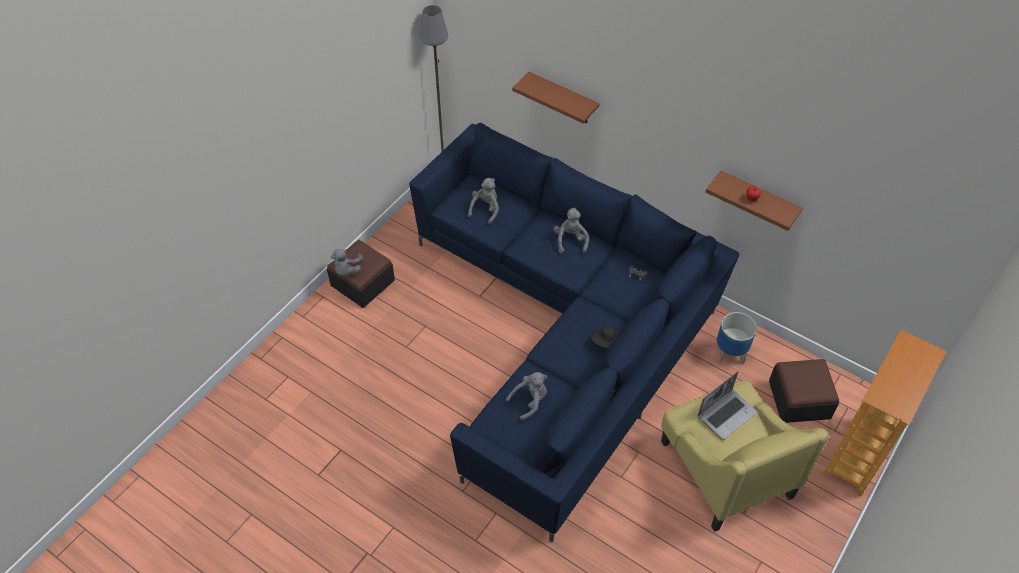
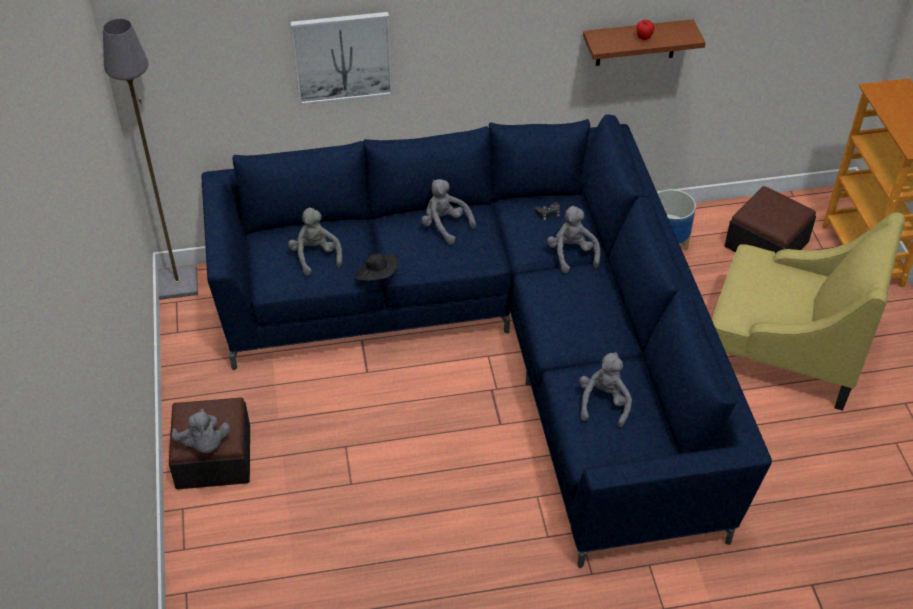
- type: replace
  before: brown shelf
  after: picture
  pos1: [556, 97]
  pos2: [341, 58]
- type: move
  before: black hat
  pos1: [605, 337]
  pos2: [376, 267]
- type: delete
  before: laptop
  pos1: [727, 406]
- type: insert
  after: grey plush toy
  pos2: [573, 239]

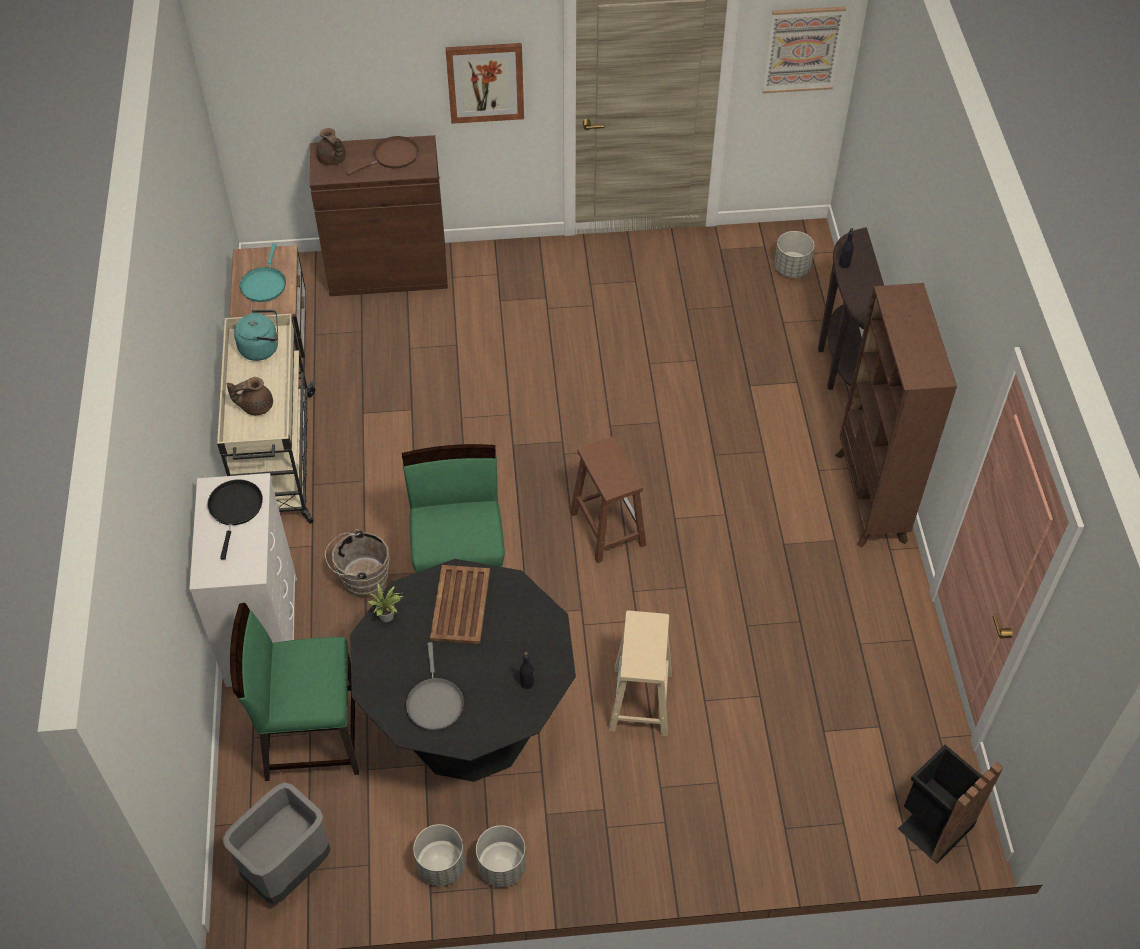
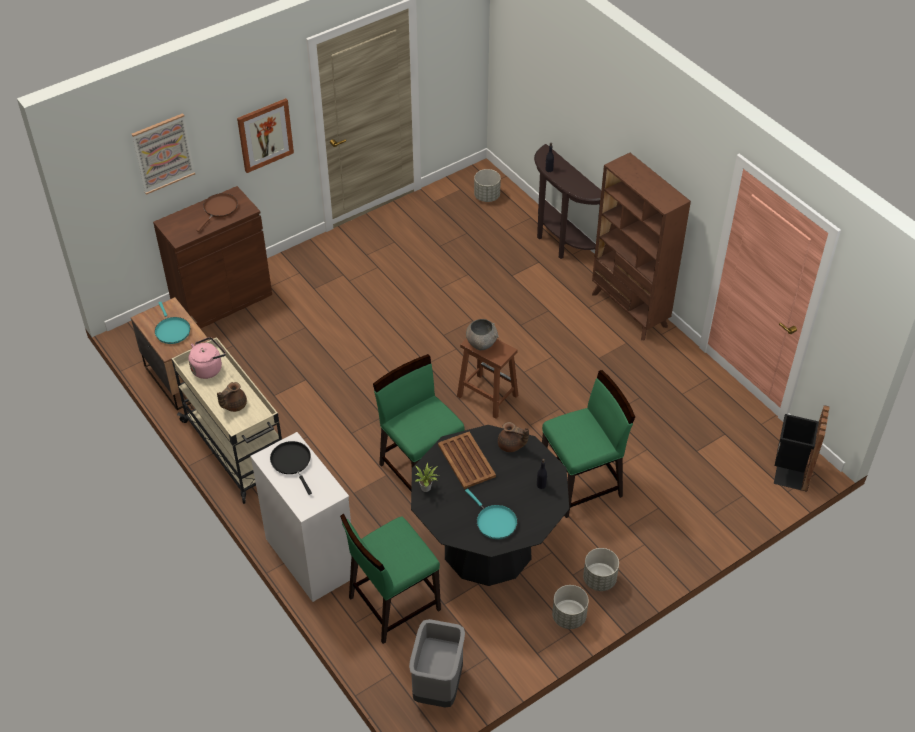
- type: move
  before: picture
  pos1: [804, 49]
  pos2: [163, 154]
- type: move
  before: brown teapot
  pos1: [331, 146]
  pos2: [513, 437]
- type: recolor
  before: turquoise kettle
  after: pink kettle
  pos1: [256, 335]
  pos2: [207, 358]
- type: delete
  before: brown bucket
  pos1: [357, 563]
- type: replace
  before: beige stool
  after: green chair
  pos1: [640, 673]
  pos2: [588, 444]
- type: recolor
  before: grey frying pan
  after: turquoise frying pan
  pos1: [435, 686]
  pos2: [491, 514]
- type: move
  before: grey planter
  pos1: [439, 855]
  pos2: [601, 569]
- type: insert
  after: grey bowl
  pos2: [482, 334]

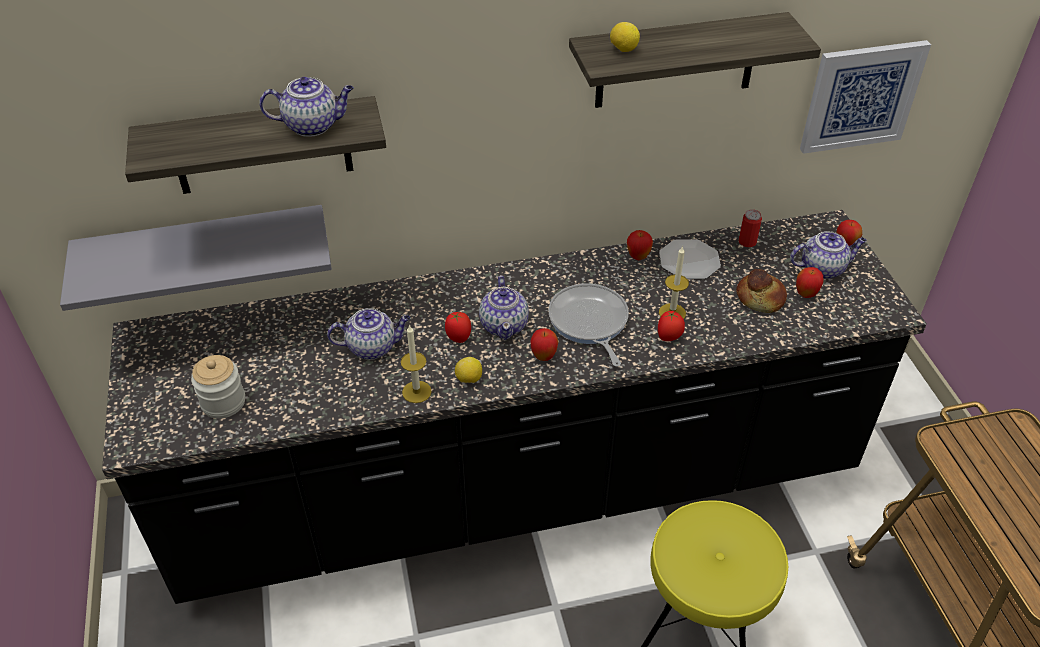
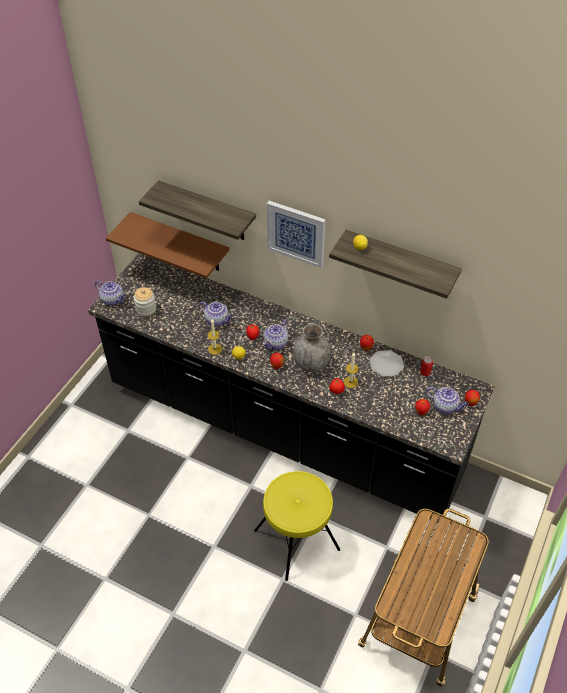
- type: move
  before: picture
  pos1: [865, 97]
  pos2: [296, 234]
- type: move
  before: teapot
  pos1: [306, 107]
  pos2: [110, 293]
- type: recolor
  before: grey shelf
  after: brown shelf
  pos1: [196, 258]
  pos2: [167, 245]
- type: delete
  before: bread
  pos1: [761, 291]
- type: replace
  before: frying pan
  after: grey vase
  pos1: [589, 325]
  pos2: [312, 348]

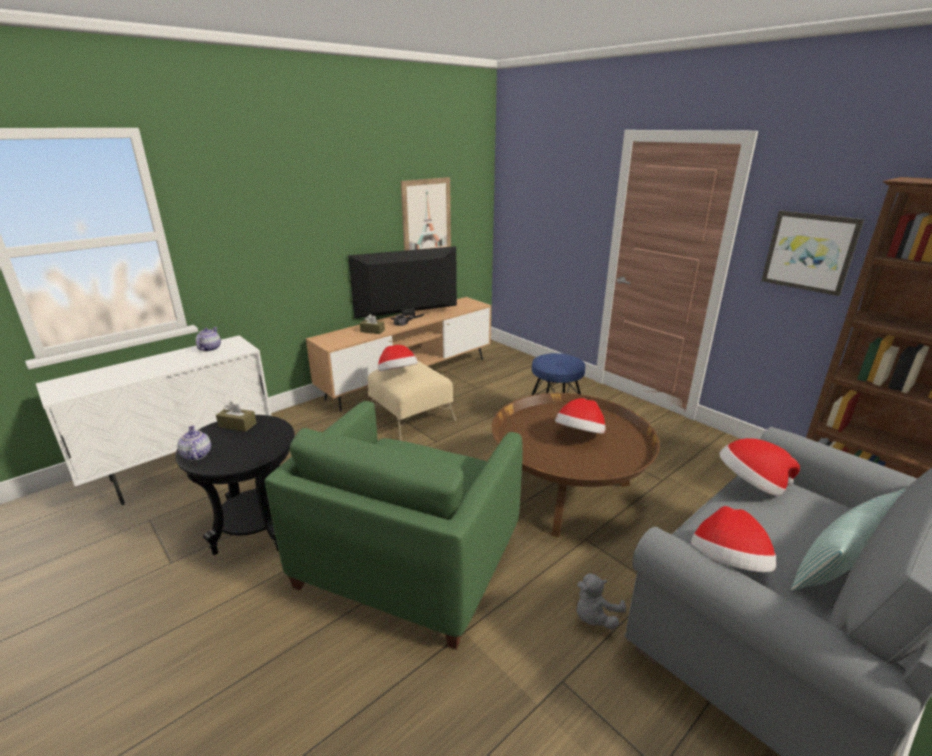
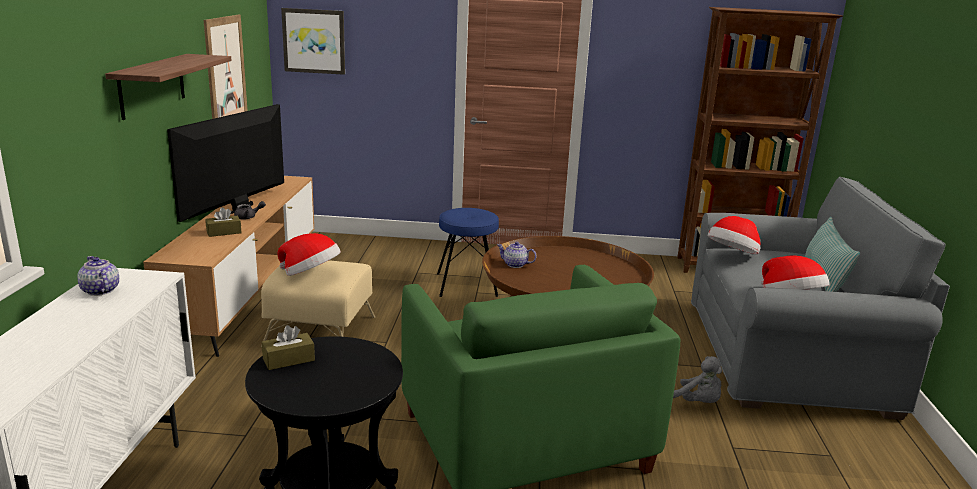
- type: move
  before: picture
  pos1: [812, 253]
  pos2: [313, 41]
- type: delete
  before: hat
  pos1: [580, 416]
- type: move
  before: teapot
  pos1: [194, 443]
  pos2: [516, 255]
- type: rotate
  before: grey plush toy
  pos1: [601, 601]
  pos2: [697, 379]
  turn: -45
- type: insert
  after: shelf
  pos2: [168, 87]

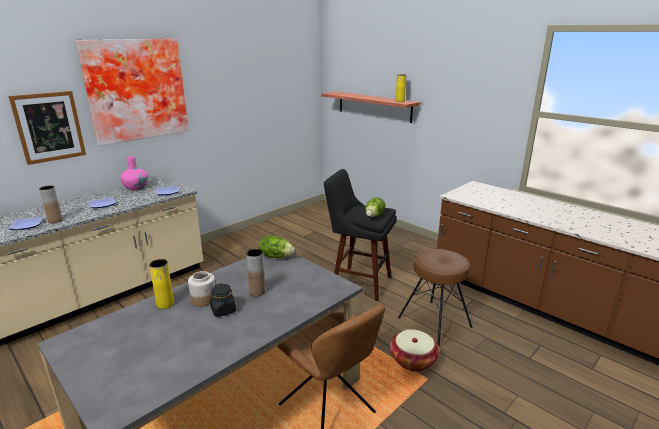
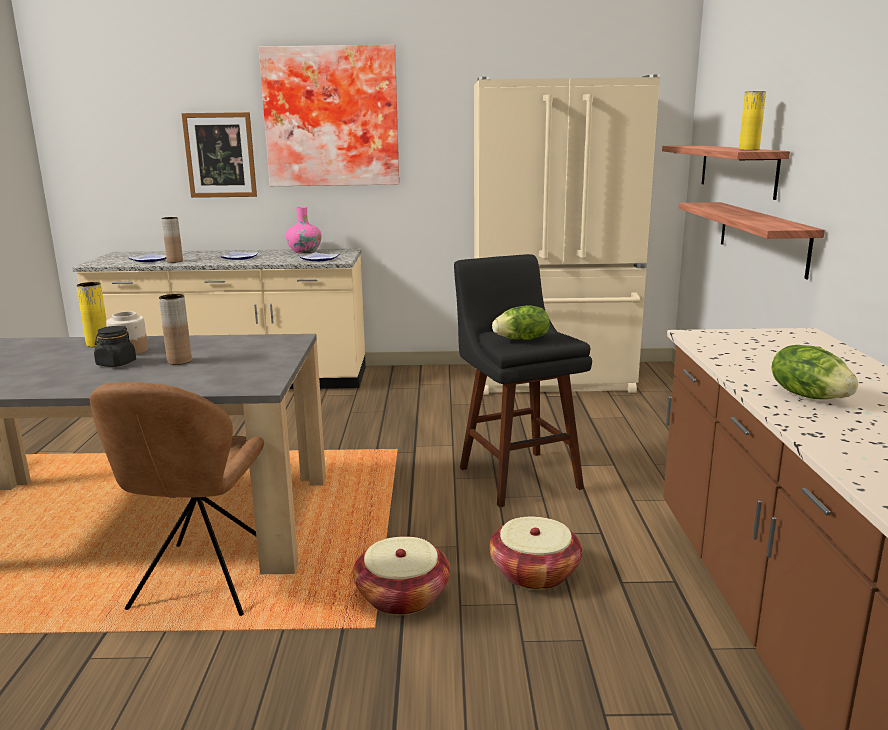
- type: move
  before: lettuce
  pos1: [277, 247]
  pos2: [814, 372]
- type: replace
  before: brown stool
  after: basket
  pos1: [435, 297]
  pos2: [535, 553]
- type: insert
  after: beige fridge
  pos2: [567, 234]
- type: insert
  after: shelf
  pos2: [751, 241]

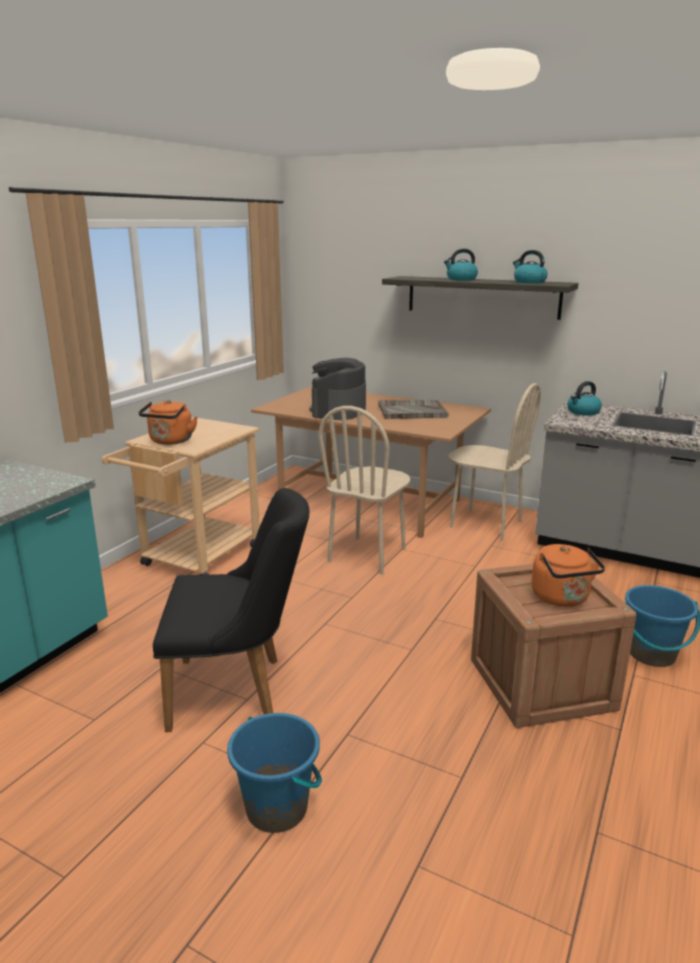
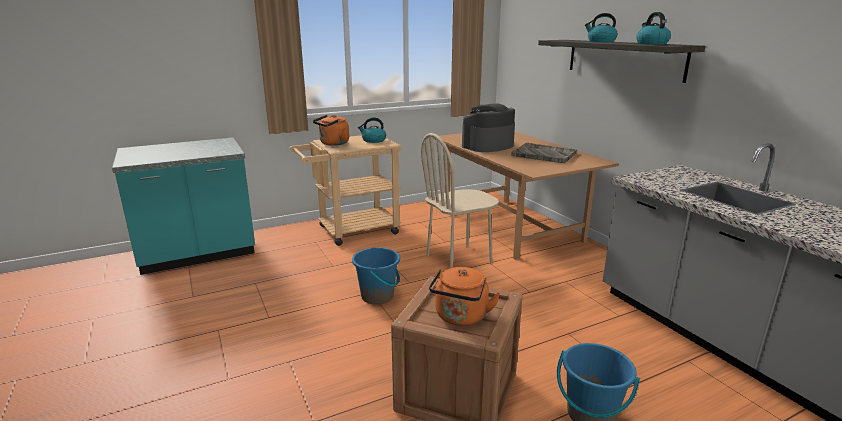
- type: move
  before: kettle
  pos1: [584, 398]
  pos2: [372, 130]
- type: delete
  before: beige chair
  pos1: [494, 462]
- type: delete
  before: black chair
  pos1: [231, 610]
- type: move
  before: blue bucket
  pos1: [274, 773]
  pos2: [376, 276]

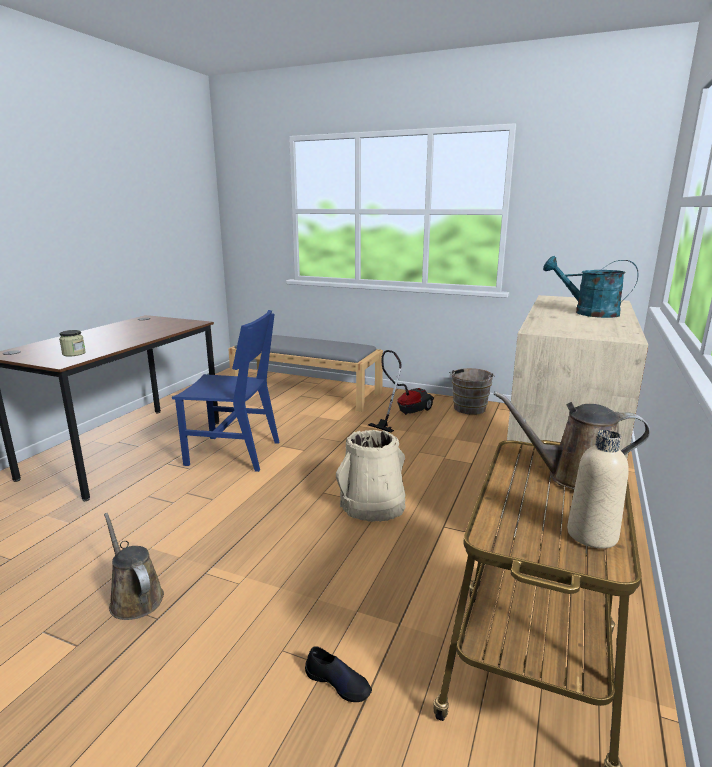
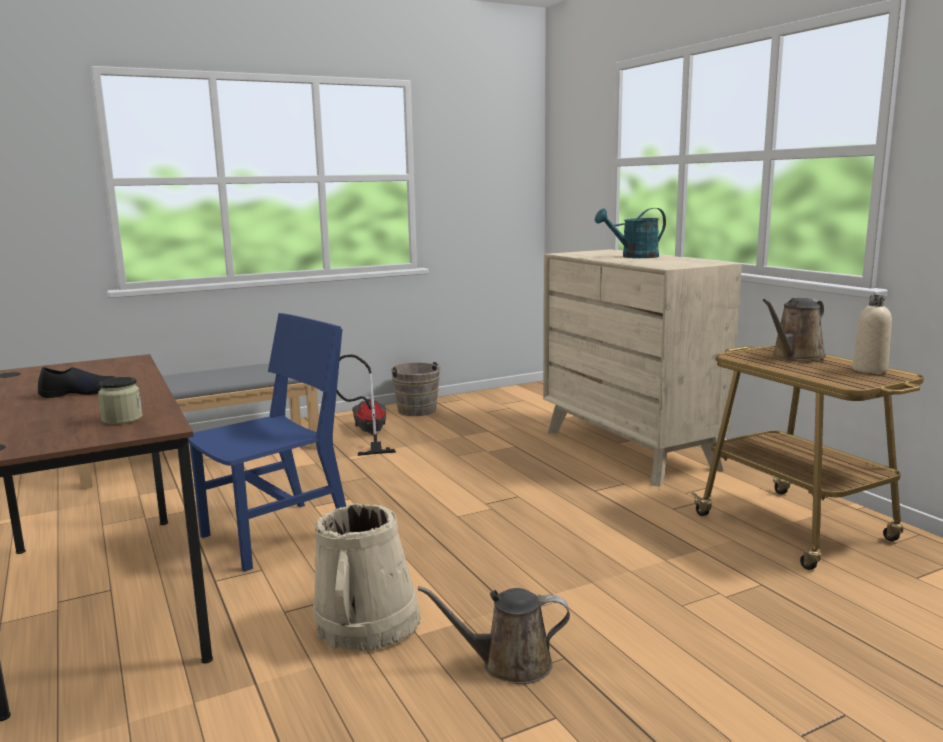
- type: move
  before: beige bucket
  pos1: [371, 476]
  pos2: [367, 577]
- type: move
  before: black shoe
  pos1: [338, 674]
  pos2: [76, 382]

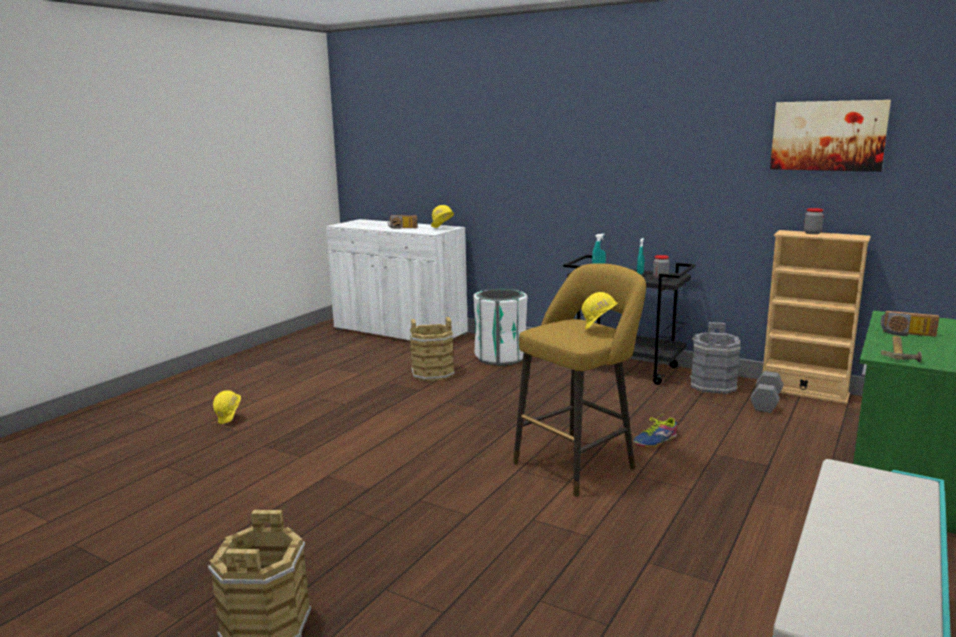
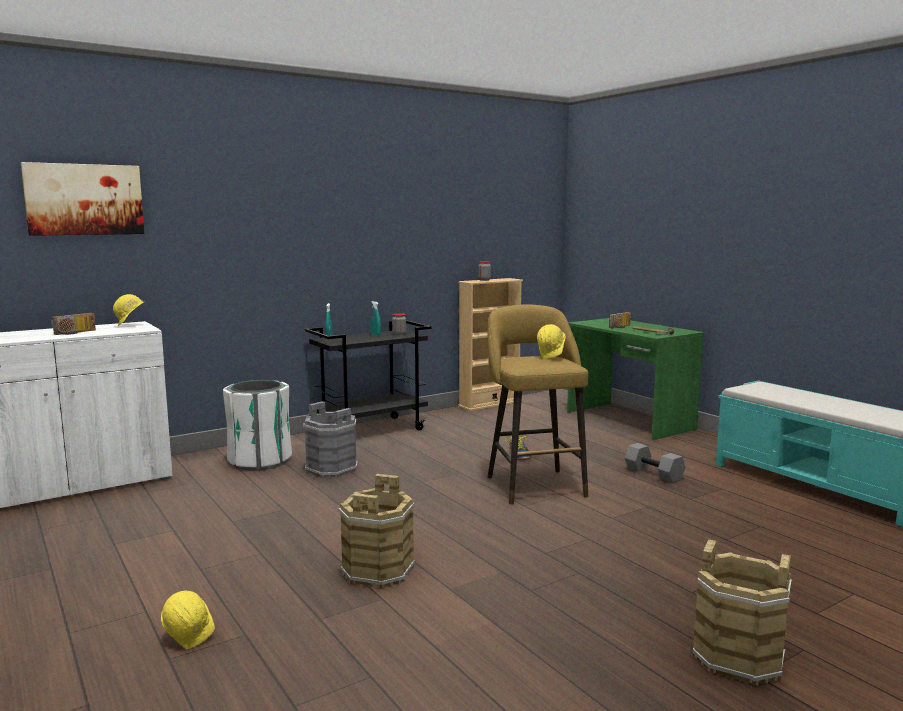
- type: move
  before: picture
  pos1: [830, 136]
  pos2: [82, 199]
- type: move
  before: brown bucket
  pos1: [431, 349]
  pos2: [377, 531]
- type: move
  before: grey bucket
  pos1: [715, 358]
  pos2: [330, 439]
- type: move
  before: grey dumbbell
  pos1: [767, 392]
  pos2: [655, 463]

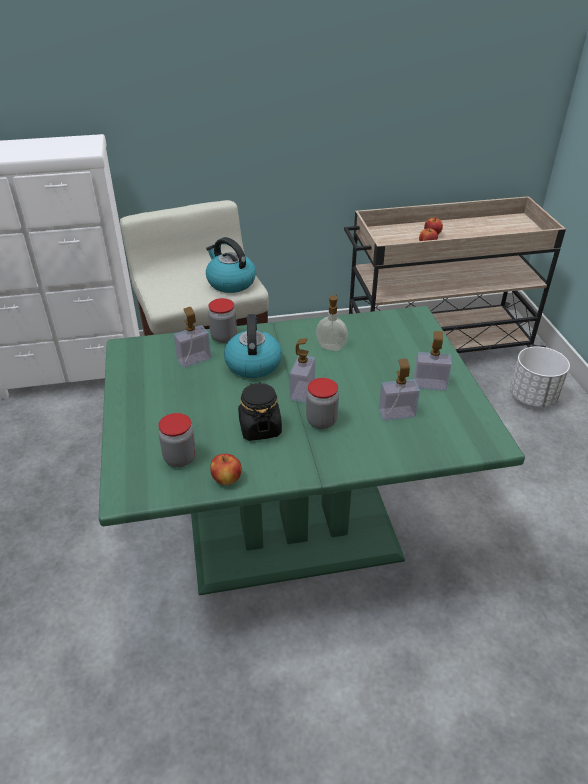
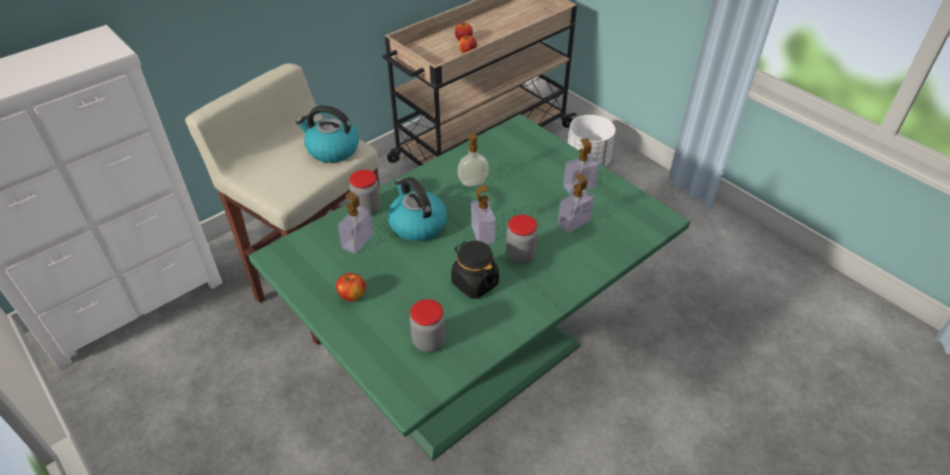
- type: move
  before: apple
  pos1: [226, 469]
  pos2: [351, 287]

